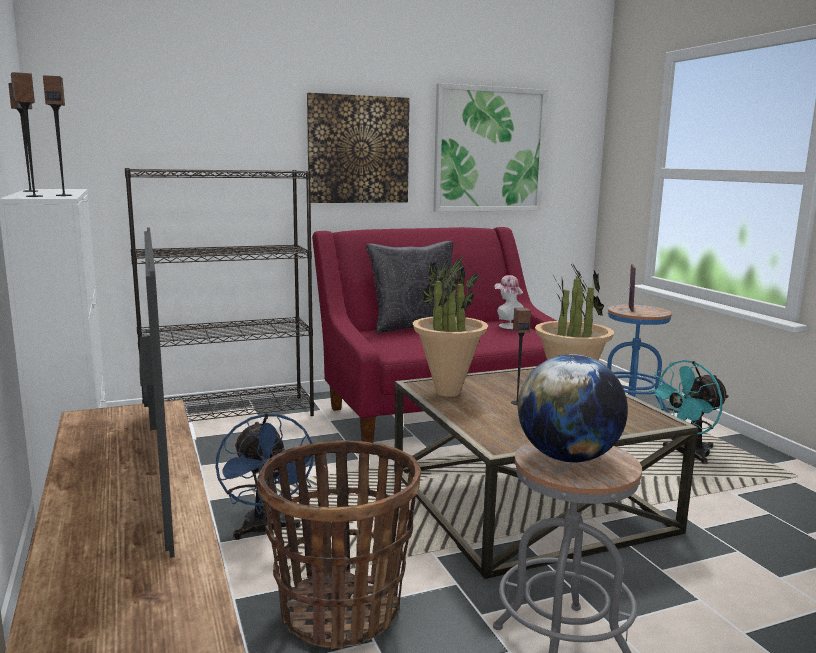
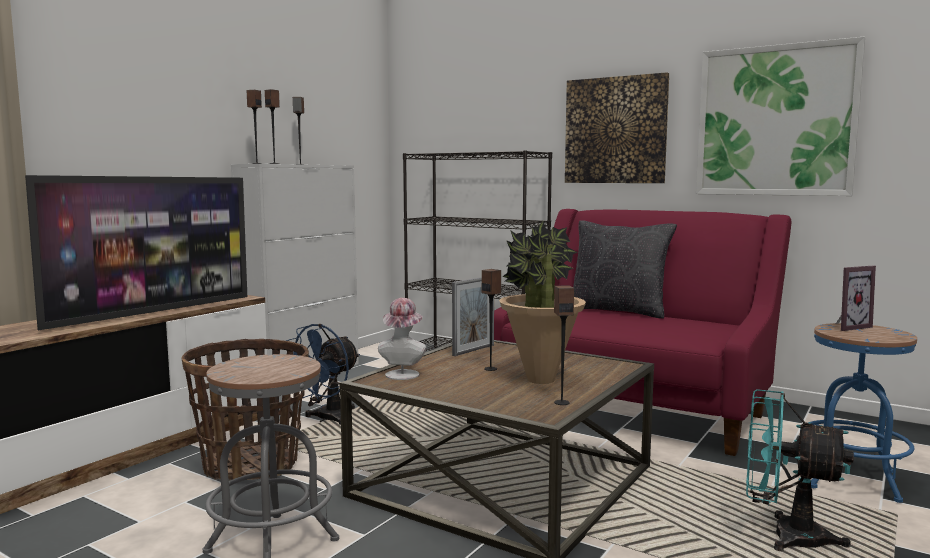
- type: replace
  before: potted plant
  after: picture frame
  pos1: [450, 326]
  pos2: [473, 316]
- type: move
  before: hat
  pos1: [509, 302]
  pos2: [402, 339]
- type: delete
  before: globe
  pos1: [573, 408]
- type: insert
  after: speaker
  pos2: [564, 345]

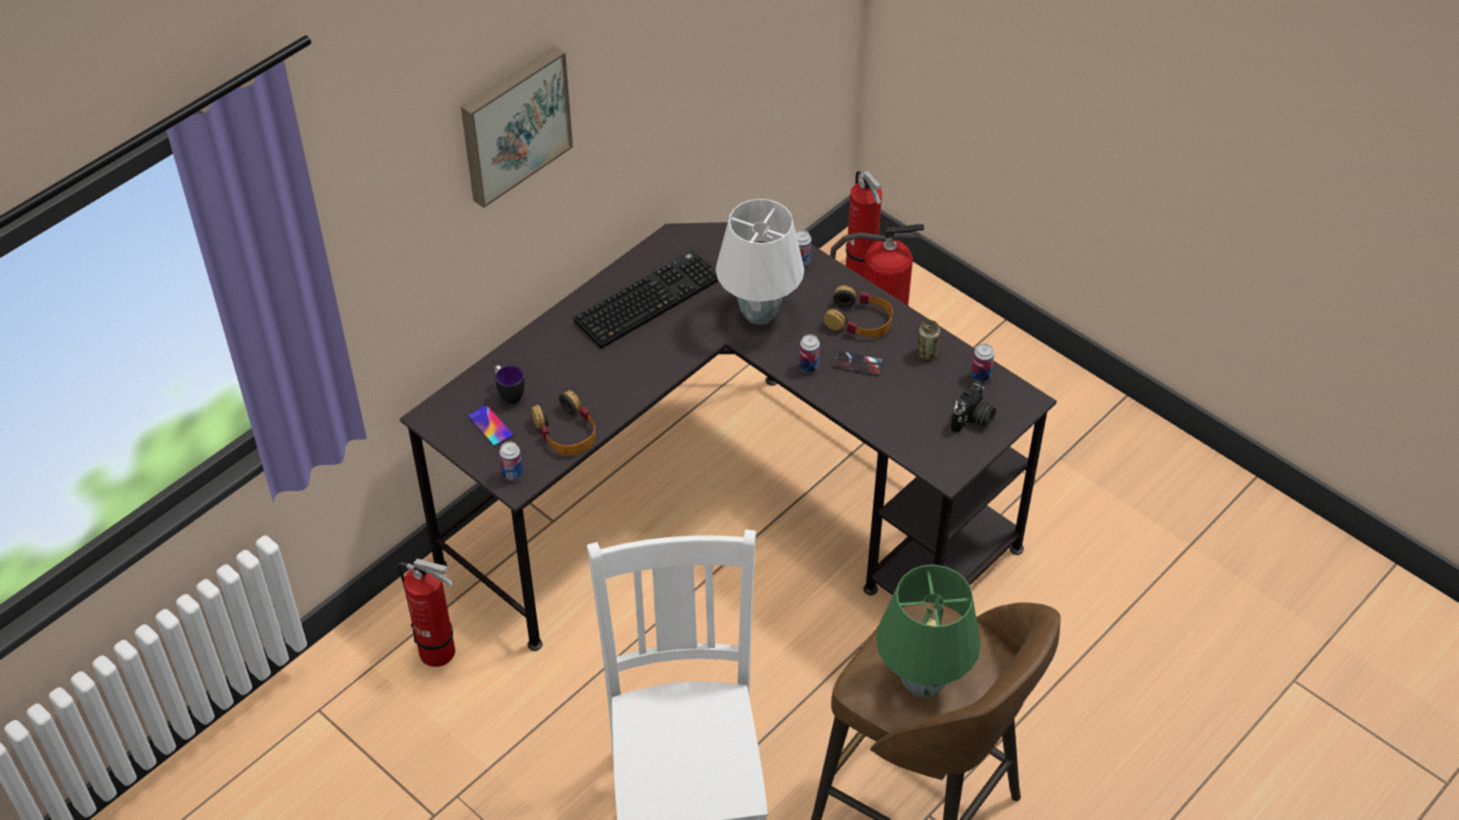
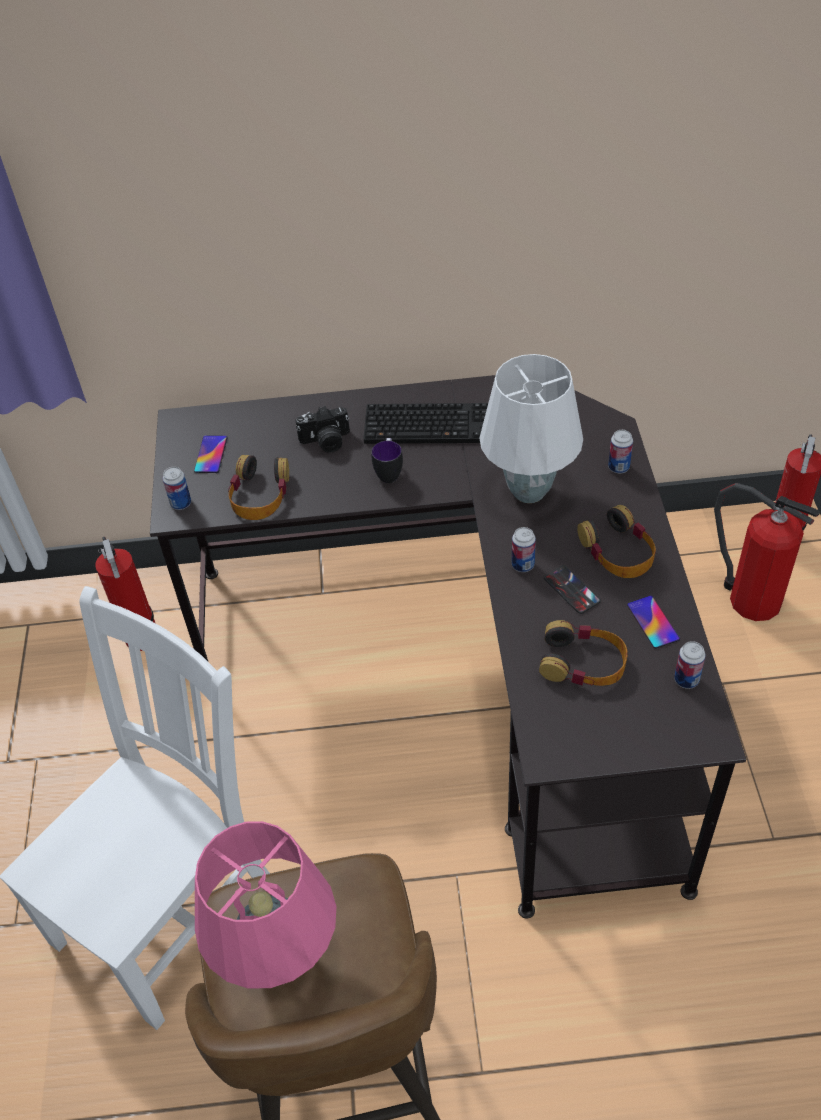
- type: delete
  before: picture
  pos1: [517, 127]
- type: replace
  before: can
  after: phone
  pos1: [928, 340]
  pos2: [653, 622]
- type: move
  before: mug
  pos1: [510, 384]
  pos2: [387, 460]
- type: move
  before: photo camera
  pos1: [973, 407]
  pos2: [323, 429]
- type: recolor
  before: green table lamp
  after: pink table lamp
  pos1: [928, 631]
  pos2: [265, 904]
- type: insert
  after: headphones
  pos2: [583, 653]

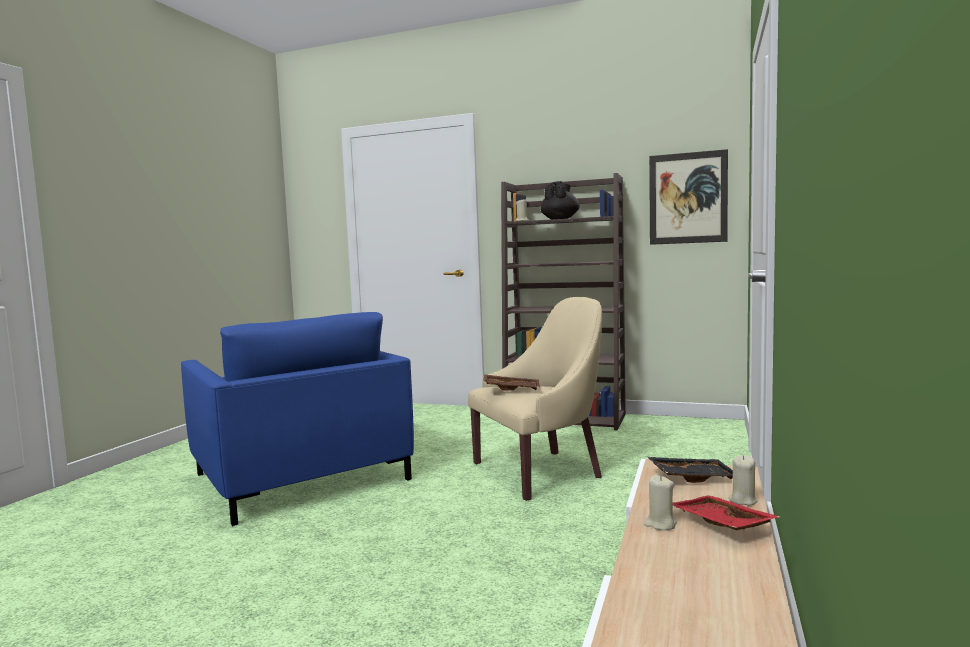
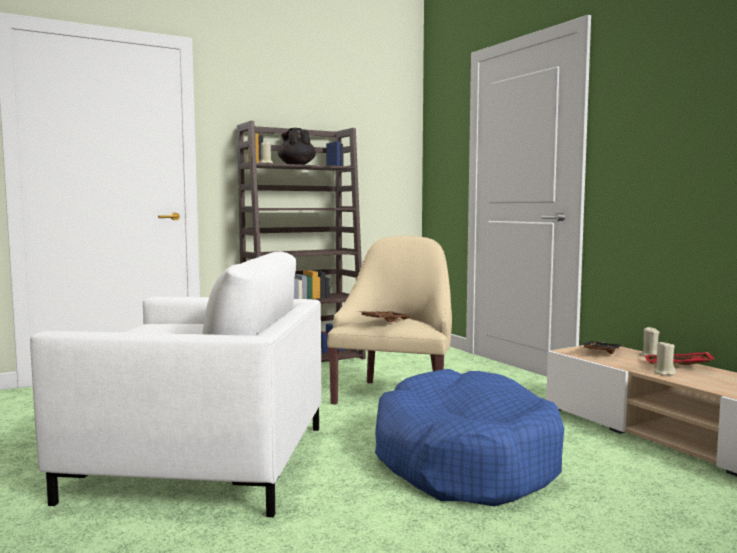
- type: delete
  before: picture
  pos1: [688, 197]
- type: recolor
  before: blue armchair
  after: white armchair
  pos1: [297, 419]
  pos2: [175, 384]
- type: insert
  after: blue dog bed
  pos2: [469, 437]

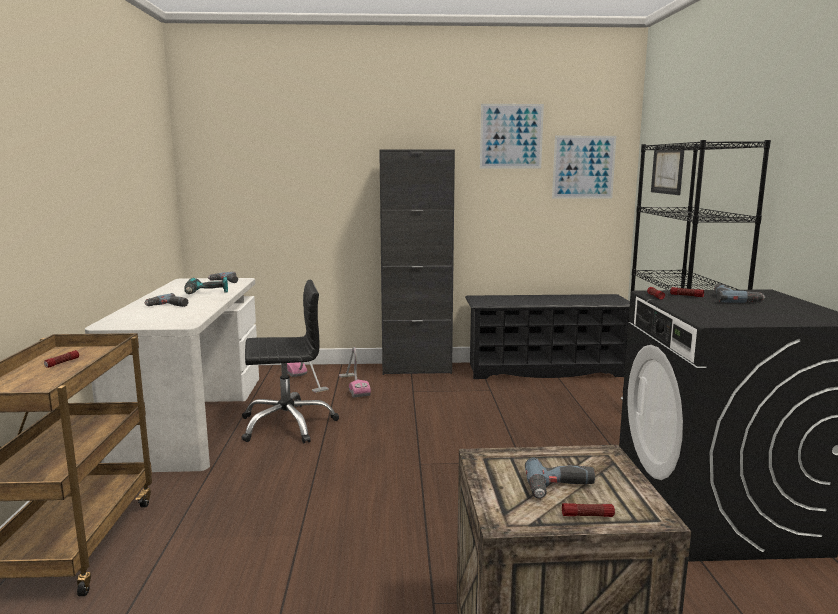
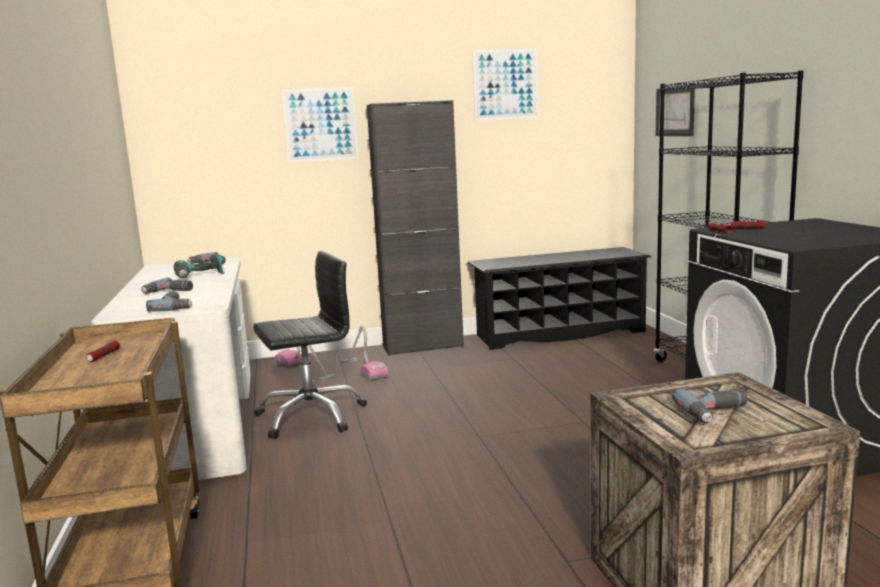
- type: move
  before: picture
  pos1: [584, 167]
  pos2: [320, 125]
- type: move
  before: power drill
  pos1: [739, 293]
  pos2: [169, 301]
- type: delete
  before: flashlight
  pos1: [588, 510]

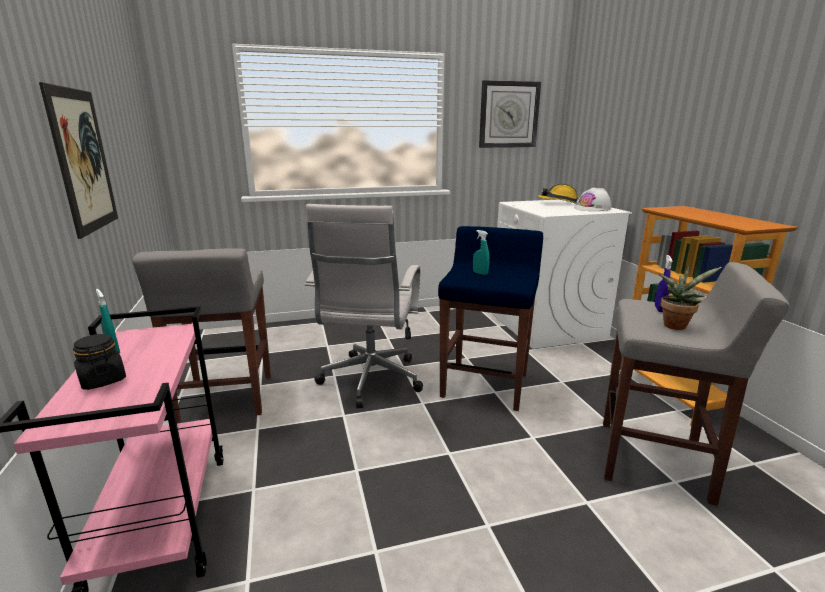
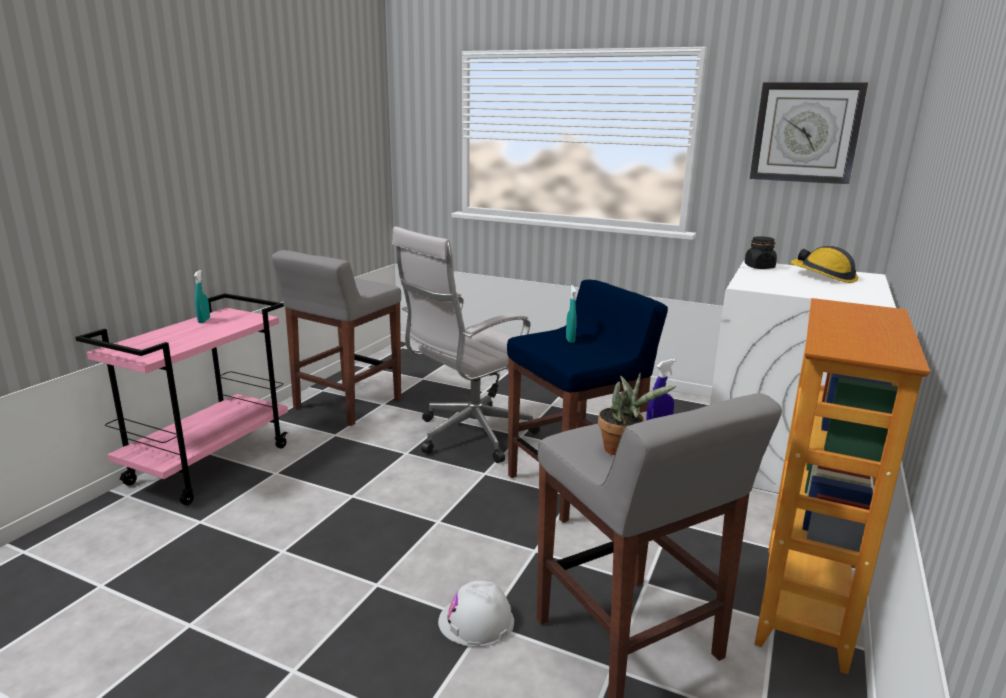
- type: delete
  before: picture
  pos1: [78, 160]
- type: move
  before: white hard hat
  pos1: [593, 199]
  pos2: [476, 613]
- type: move
  before: black jar
  pos1: [99, 362]
  pos2: [761, 252]

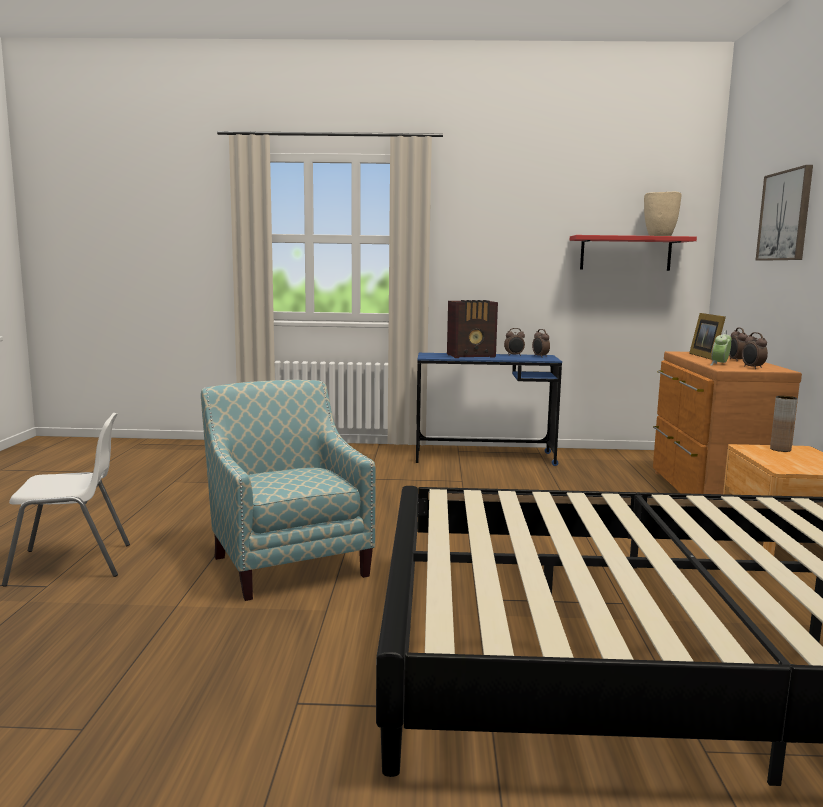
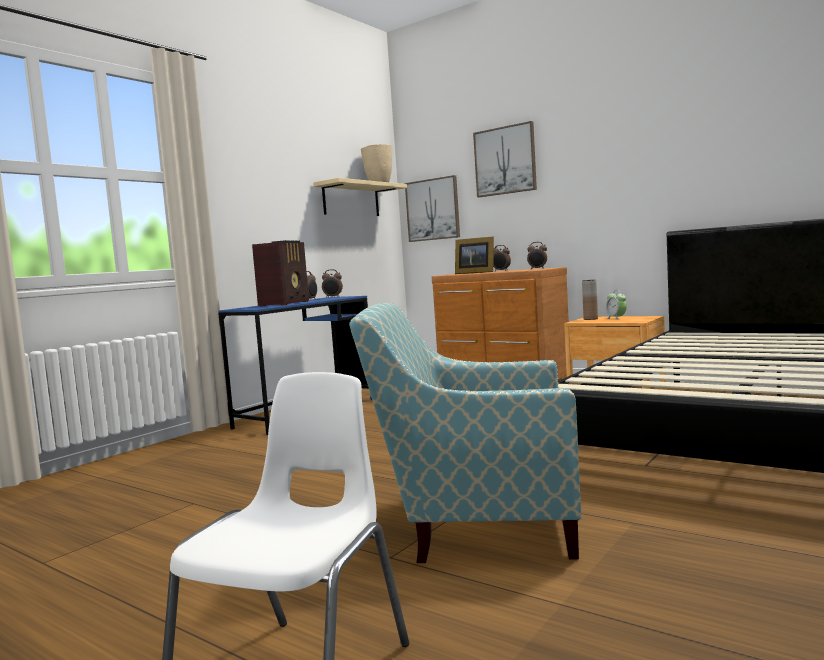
- type: recolor
  before: red shelf
  after: beige shelf
  pos1: [633, 253]
  pos2: [360, 197]
- type: move
  before: alarm clock
  pos1: [721, 348]
  pos2: [616, 305]
- type: insert
  after: picture
  pos2: [432, 208]

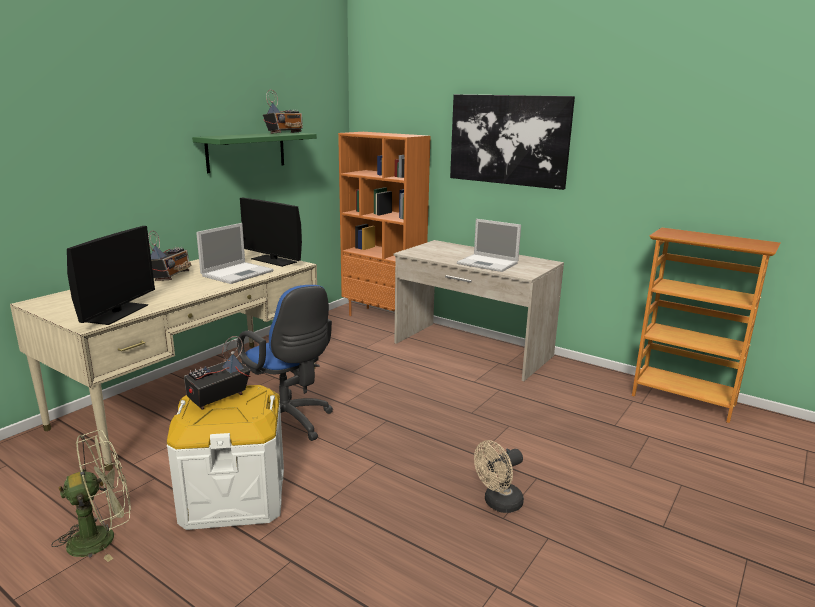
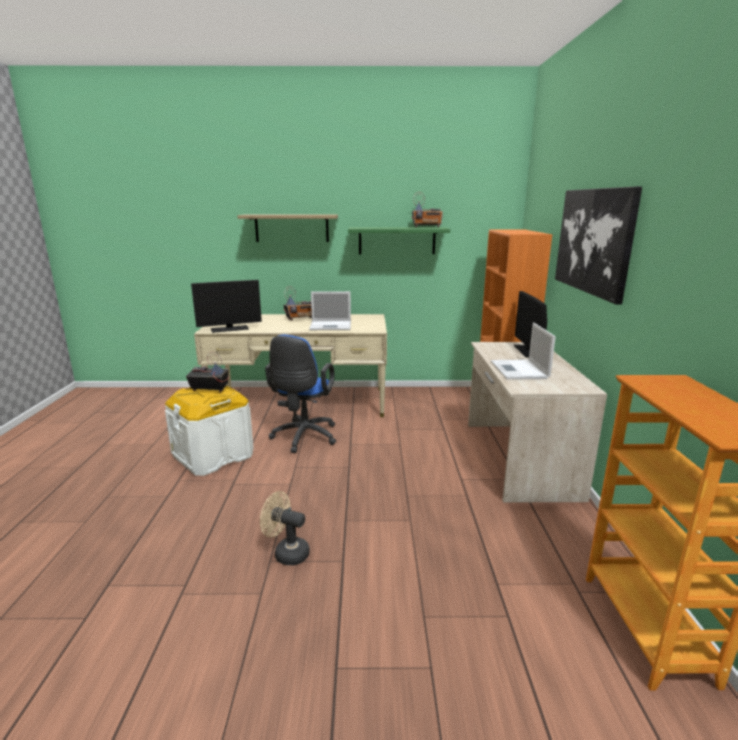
- type: move
  before: monitor
  pos1: [271, 232]
  pos2: [530, 324]
- type: delete
  before: green fan
  pos1: [91, 496]
- type: insert
  after: shelf
  pos2: [287, 228]

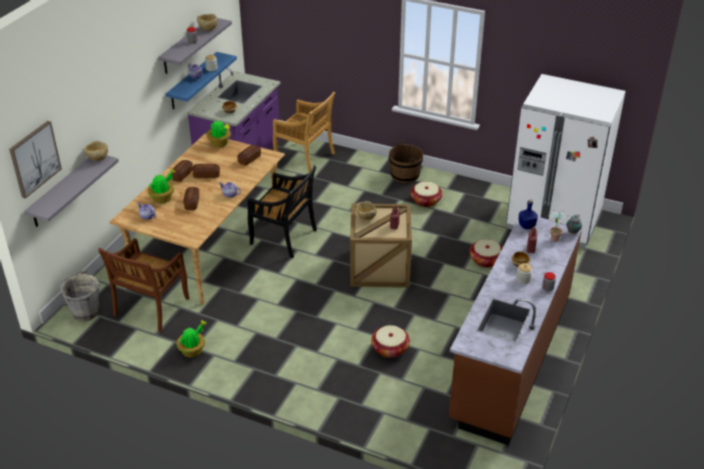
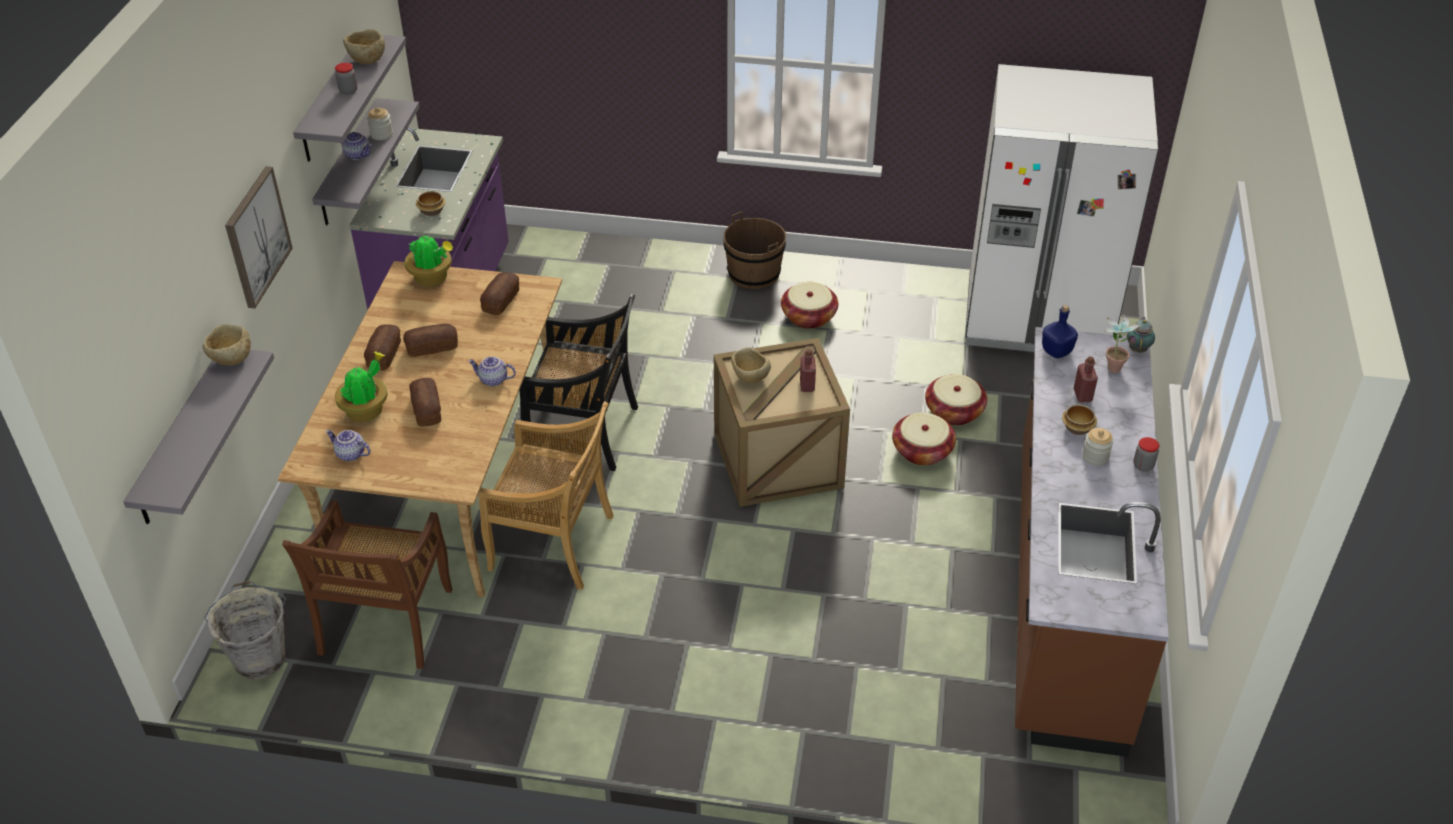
- type: recolor
  before: blue shelf
  after: grey shelf
  pos1: [201, 80]
  pos2: [366, 161]
- type: move
  before: beige chair
  pos1: [304, 132]
  pos2: [546, 495]
- type: move
  before: picture
  pos1: [35, 160]
  pos2: [259, 237]
- type: delete
  before: potted plant
  pos1: [191, 338]
- type: move
  before: basket
  pos1: [390, 341]
  pos2: [924, 439]

